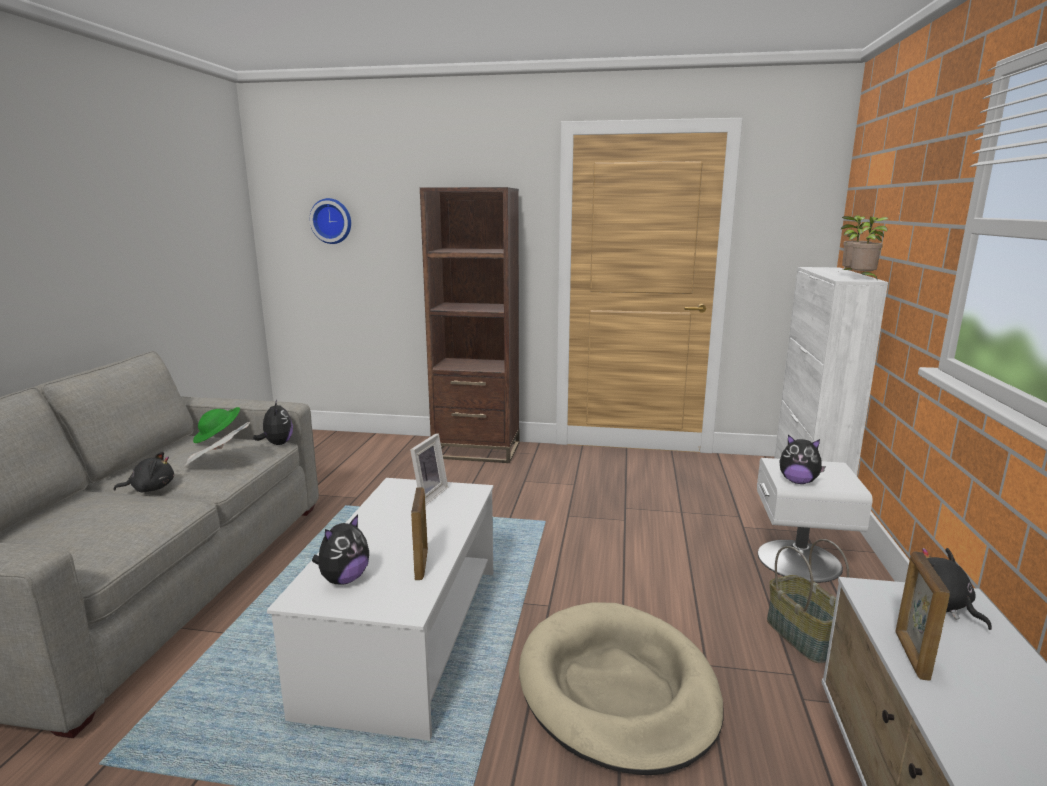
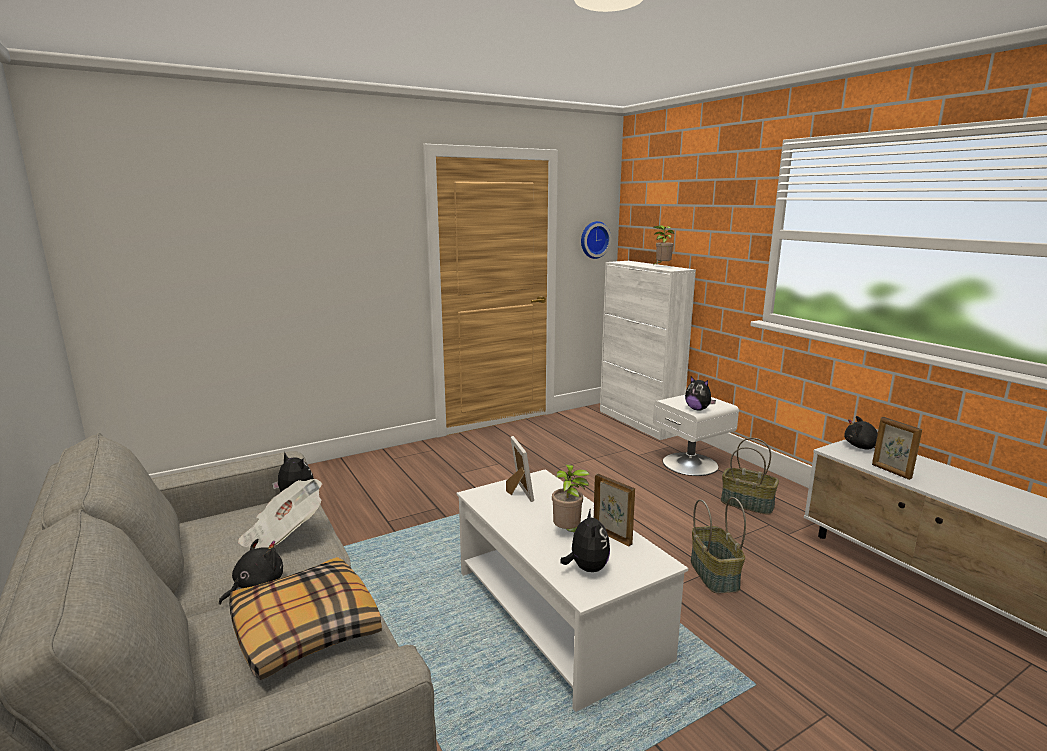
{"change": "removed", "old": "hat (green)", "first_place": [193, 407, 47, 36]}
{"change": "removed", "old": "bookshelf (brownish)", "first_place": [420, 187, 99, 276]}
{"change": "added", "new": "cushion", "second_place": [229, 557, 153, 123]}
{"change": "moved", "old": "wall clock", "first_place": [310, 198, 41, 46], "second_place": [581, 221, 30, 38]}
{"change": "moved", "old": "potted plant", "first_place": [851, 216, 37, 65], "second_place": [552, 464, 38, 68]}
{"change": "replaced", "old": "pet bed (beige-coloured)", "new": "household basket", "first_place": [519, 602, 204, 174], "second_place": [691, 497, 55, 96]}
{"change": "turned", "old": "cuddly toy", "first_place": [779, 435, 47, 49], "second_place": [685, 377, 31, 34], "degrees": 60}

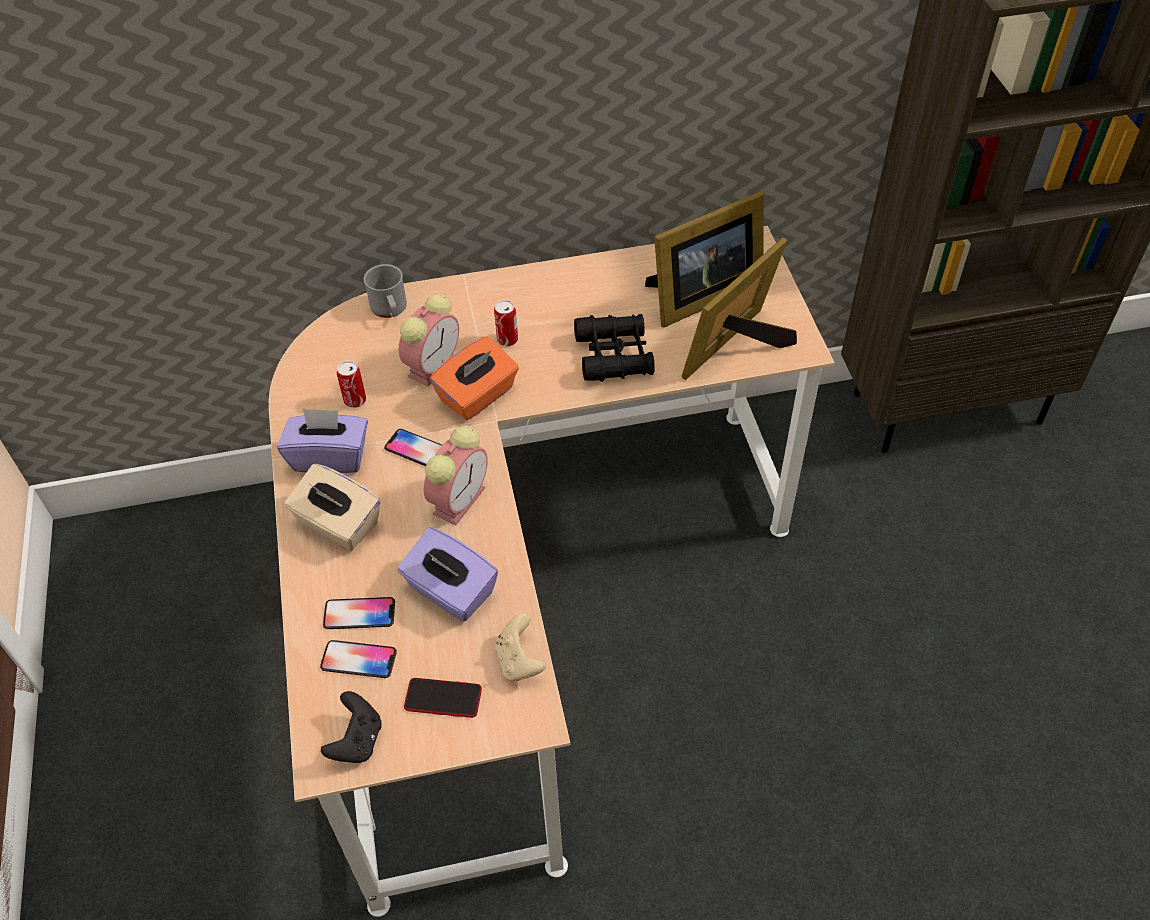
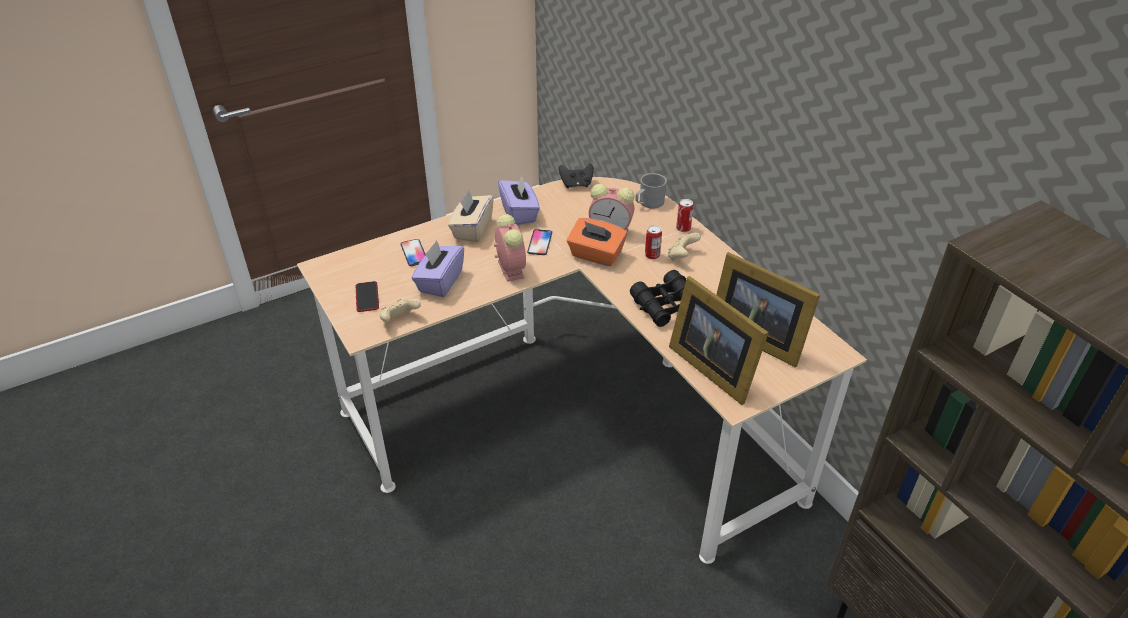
{"change": "removed", "old": "handset", "first_place": [320, 640, 77, 38]}
{"change": "added", "new": "joypad (beige-coloured)", "second_place": [668, 233, 33, 28]}
{"change": "moved", "old": "joypad (black-coloured)", "first_place": [321, 691, 61, 72], "second_place": [559, 163, 35, 25]}
{"change": "moved", "old": "sealed can", "first_place": [337, 360, 29, 48], "second_place": [676, 199, 17, 33]}
{"change": "turned", "old": "alarm clock", "first_place": [424, 426, 64, 99], "second_place": [494, 214, 32, 68], "degrees": -120}
{"change": "turned", "old": "picture frame", "first_place": [682, 238, 115, 142], "second_place": [669, 276, 100, 129], "degrees": -150}

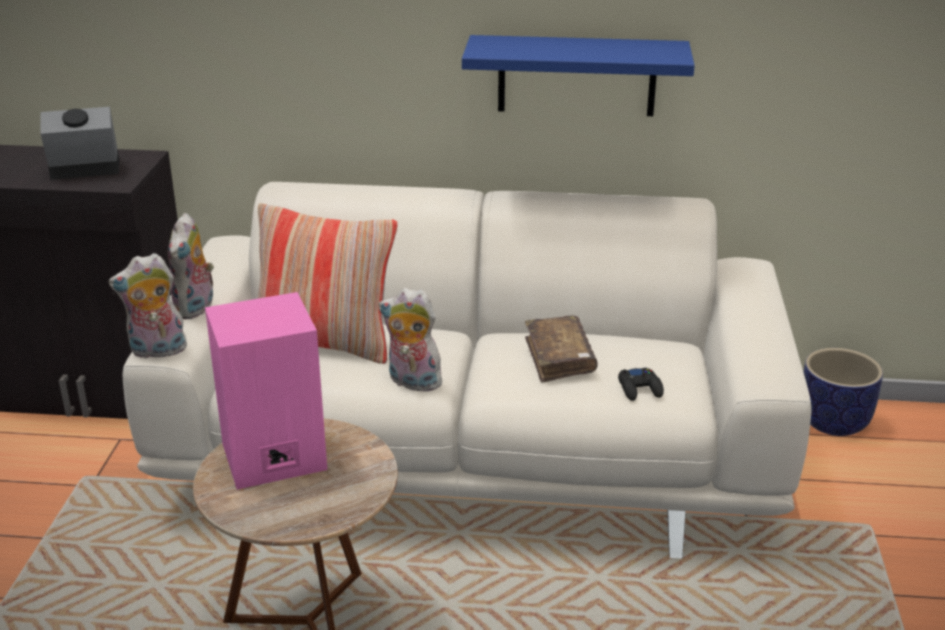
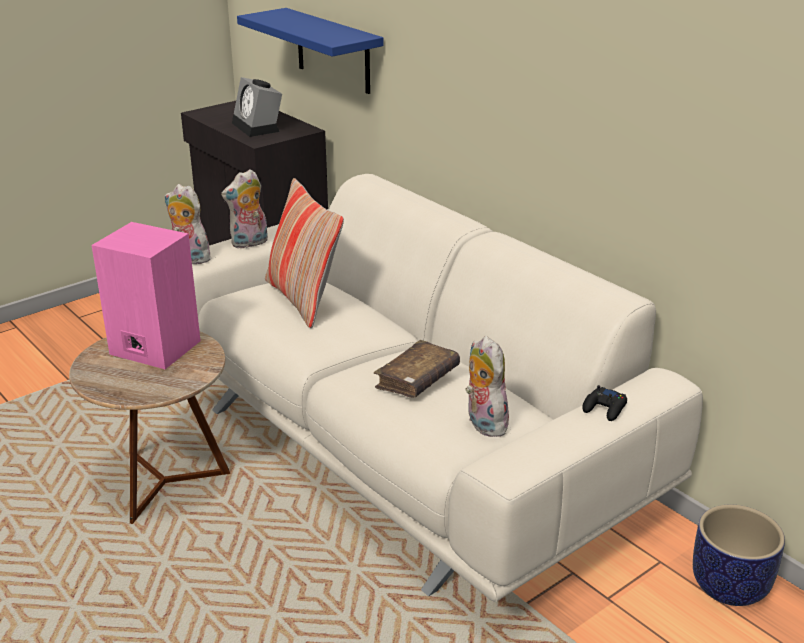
{"change": "moved", "old": "cuddly toy", "first_place": [379, 288, 63, 104], "second_place": [465, 336, 44, 101]}
{"change": "moved", "old": "shelf (bluish)", "first_place": [462, 35, 233, 81], "second_place": [237, 8, 147, 86]}
{"change": "moved", "old": "joypad (black-coloured)", "first_place": [618, 368, 46, 33], "second_place": [582, 385, 45, 36]}
{"change": "turned", "old": "alarm clock", "first_place": [40, 107, 79, 73], "second_place": [232, 77, 50, 60], "degrees": -150}

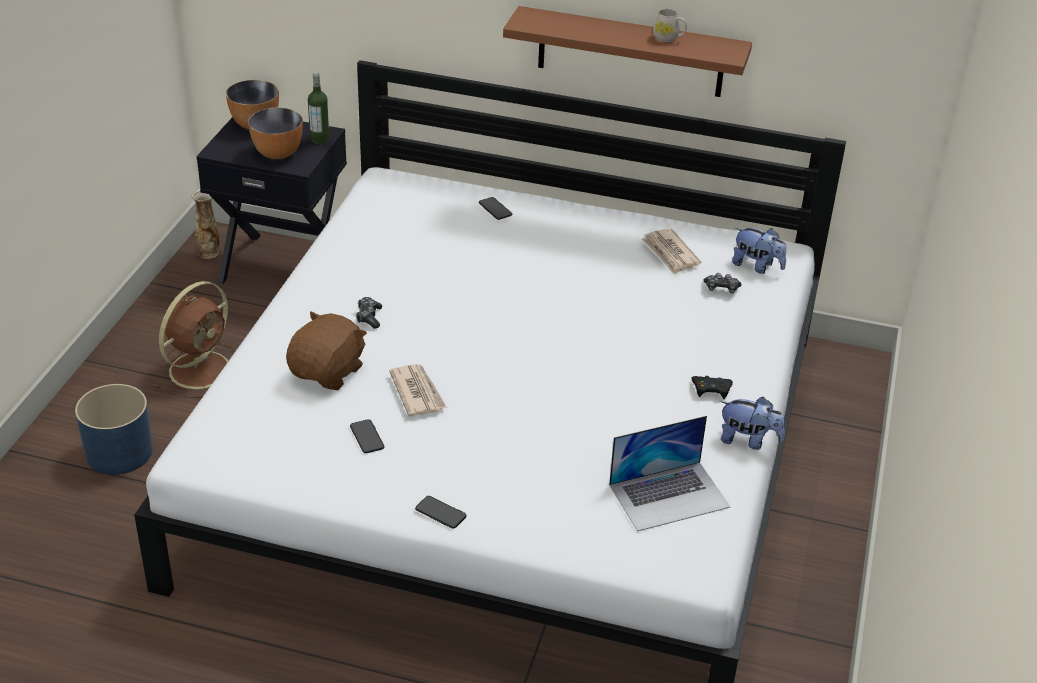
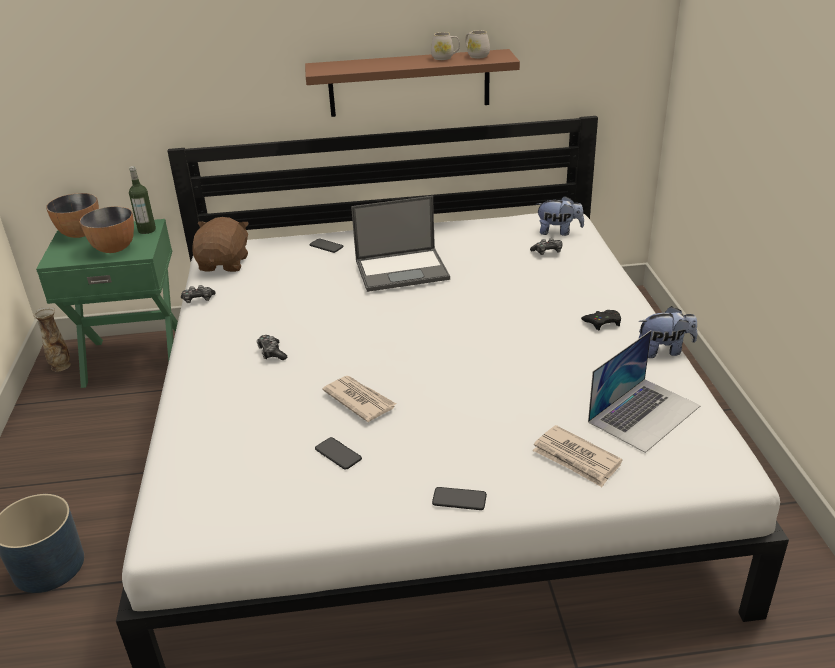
{"change": "removed", "old": "fan (brownish)", "first_place": [153, 281, 83, 117]}
{"change": "added", "new": "joypad", "second_place": [181, 285, 35, 18]}
{"change": "added", "new": "notebook computer", "second_place": [351, 196, 99, 96]}
{"change": "added", "new": "mug (white-coloured)", "second_place": [465, 30, 25, 28]}
{"change": "moved", "old": "cuddly toy (brownish)", "first_place": [286, 311, 81, 79], "second_place": [192, 217, 57, 55]}
{"change": "moved", "old": "newspaper", "first_place": [642, 228, 59, 46], "second_place": [532, 425, 91, 62]}
{"change": "recoloured", "old": "night table (black-coloured)", "new": "night table (green)", "first_place": [196, 117, 151, 168], "second_place": [36, 219, 142, 169]}

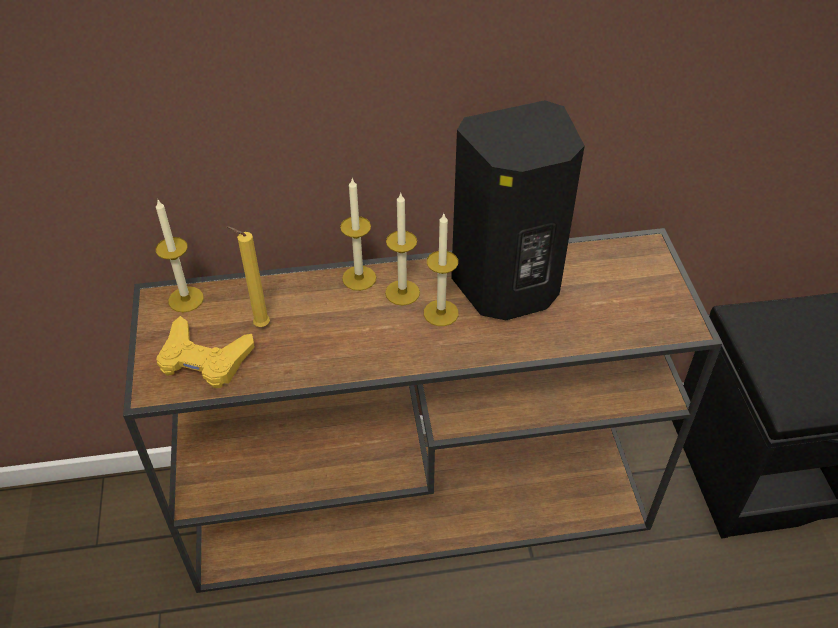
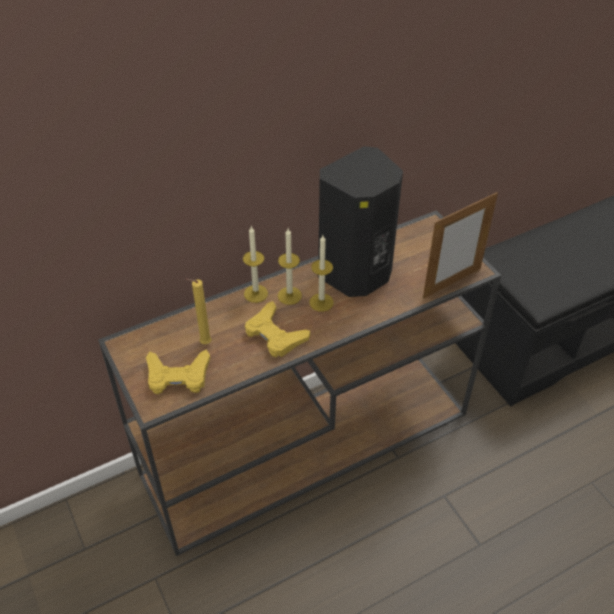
{"change": "removed", "old": "candle", "first_place": [156, 200, 48, 113]}
{"change": "added", "new": "joypad (yellowish)", "second_place": [245, 301, 65, 56]}
{"change": "added", "new": "picture frame", "second_place": [423, 192, 75, 107]}

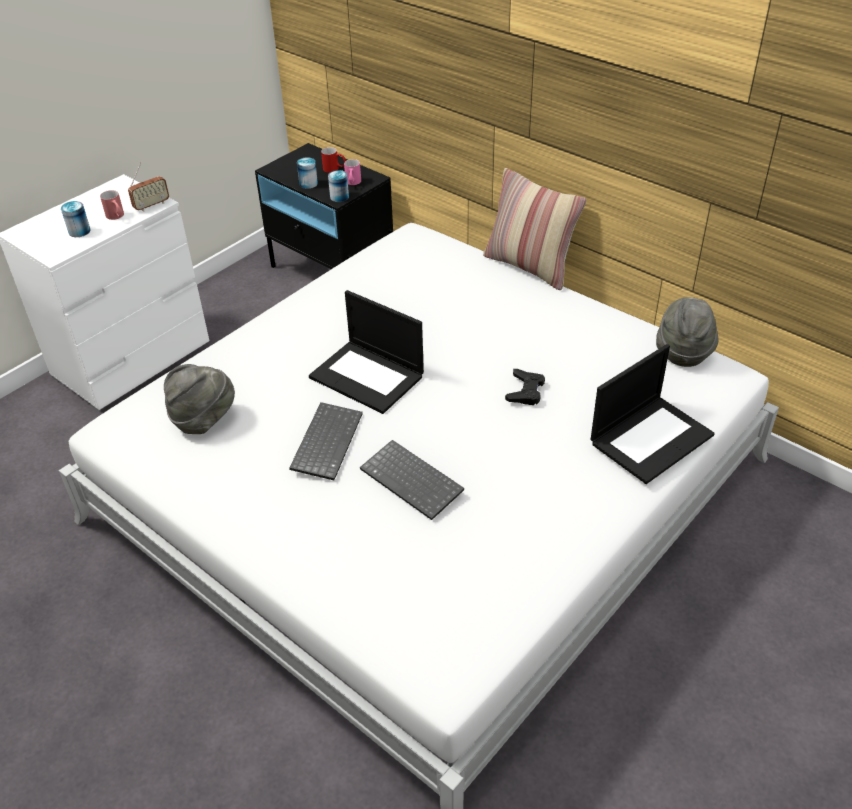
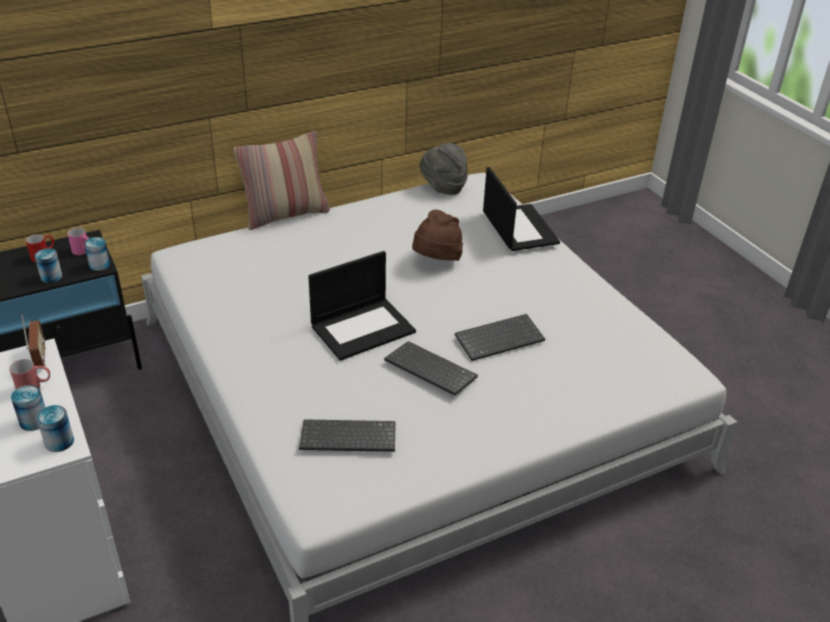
{"change": "added", "new": "sealed can", "second_place": [36, 405, 38, 47]}
{"change": "replaced", "old": "hat (greyish)", "new": "PC keyboard", "first_place": [164, 364, 71, 70], "second_place": [299, 419, 97, 33]}
{"change": "replaced", "old": "joypad (black-coloured)", "new": "hat (brownish)", "first_place": [505, 369, 40, 36], "second_place": [412, 209, 51, 52]}

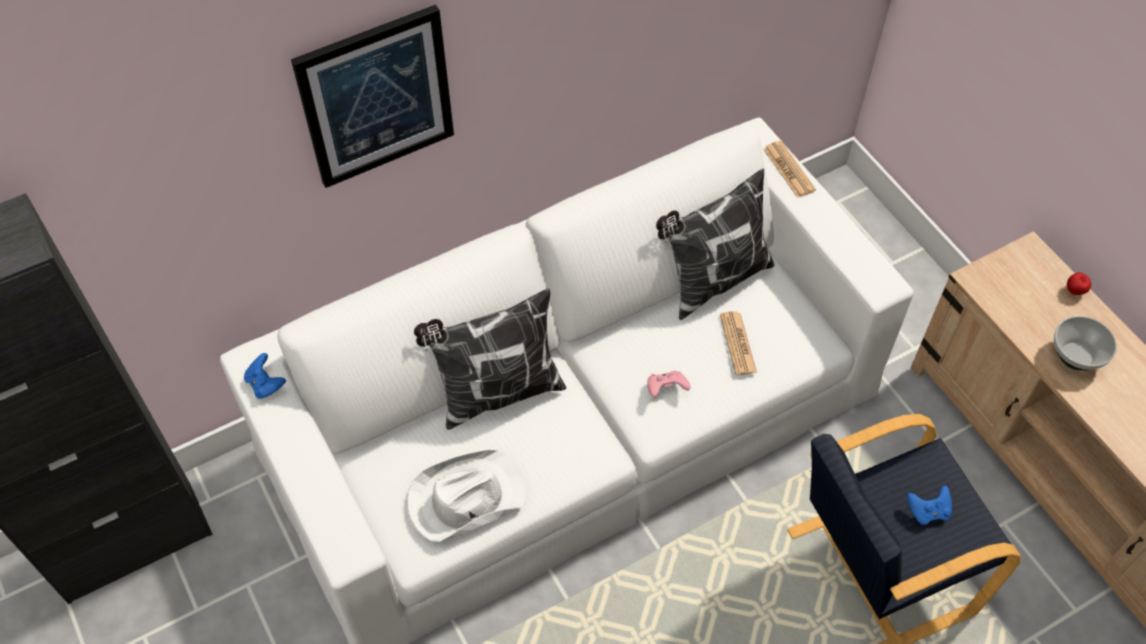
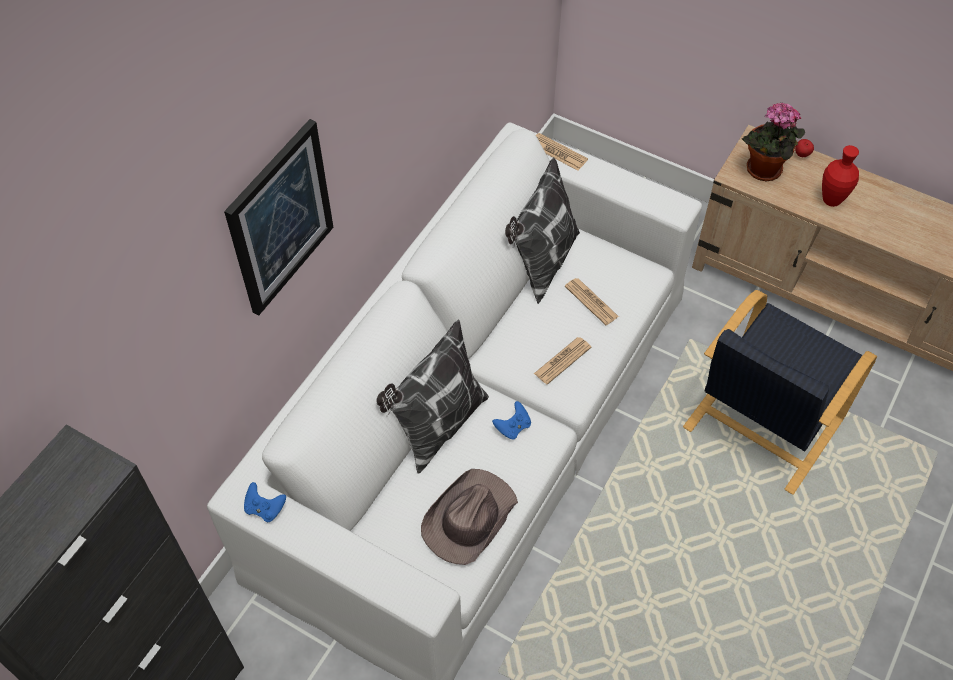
{"change": "added", "new": "potted plant", "second_place": [742, 103, 63, 78]}
{"change": "moved", "old": "joypad (bluish)", "first_place": [907, 485, 45, 40], "second_place": [492, 401, 39, 39]}
{"change": "replaced", "old": "joypad (pinkish)", "new": "newspaper", "first_place": [647, 371, 44, 27], "second_place": [534, 337, 57, 48]}
{"change": "replaced", "old": "bowl", "new": "decorative vase (red-coloured)", "first_place": [1054, 316, 63, 54], "second_place": [822, 145, 37, 62]}
{"change": "recoloured", "old": "hat (white-coloured)", "new": "hat (brownish)", "first_place": [407, 449, 119, 93], "second_place": [421, 469, 97, 96]}

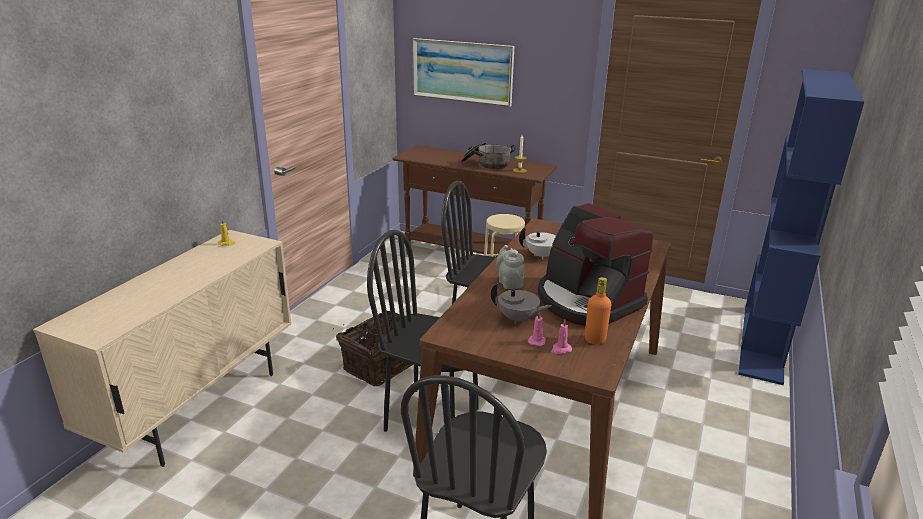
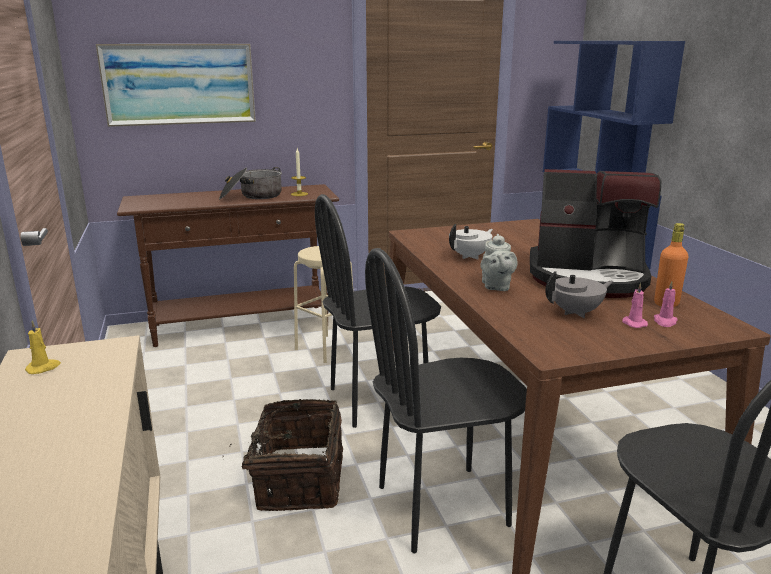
{"change": "turned", "old": "teapot (greyish)", "first_place": [496, 245, 28, 44], "second_place": [480, 234, 38, 57], "degrees": -120}

